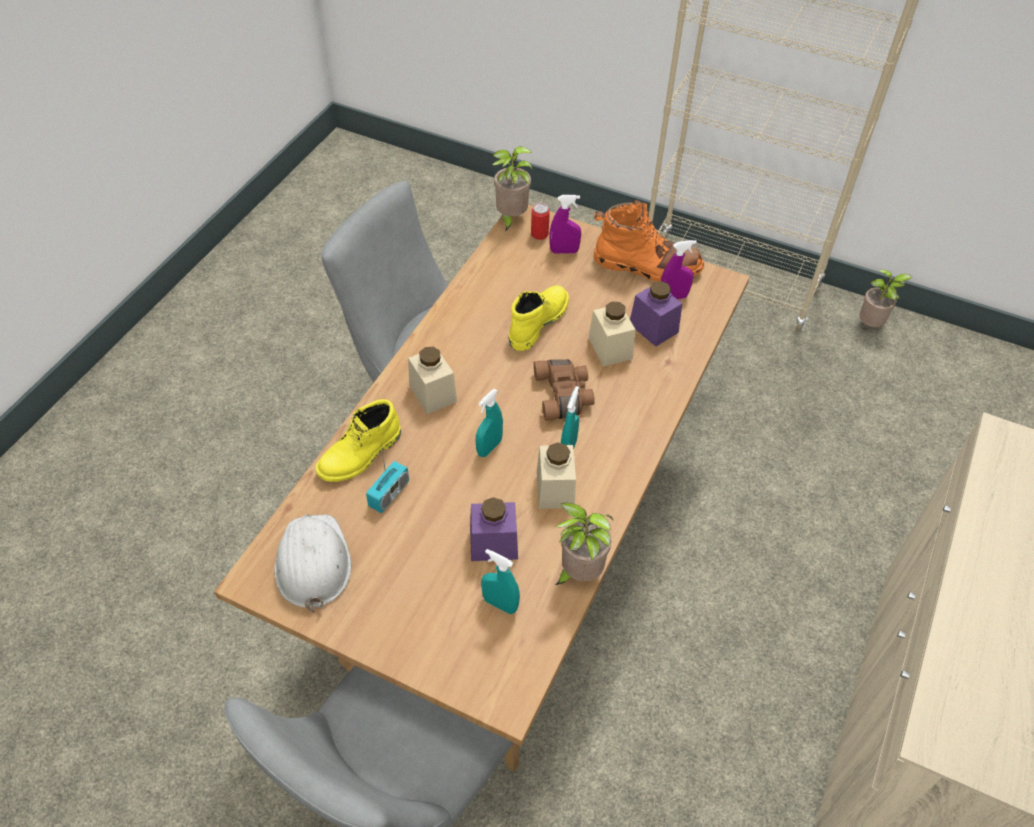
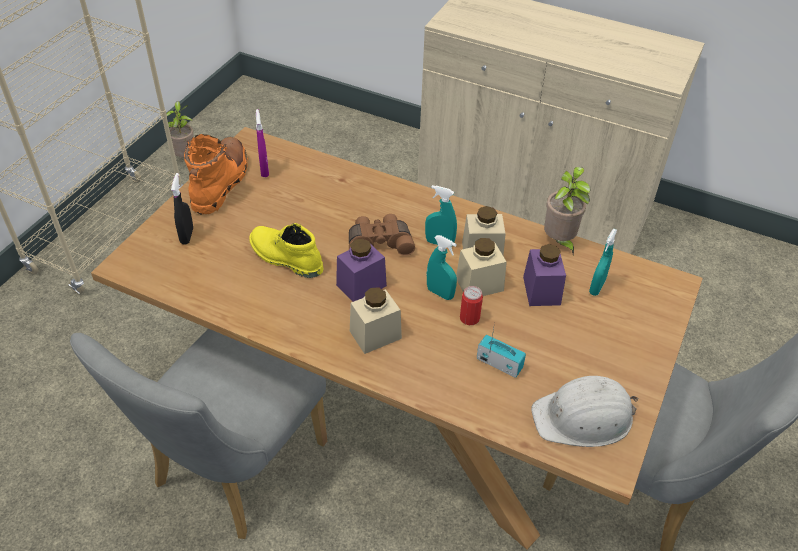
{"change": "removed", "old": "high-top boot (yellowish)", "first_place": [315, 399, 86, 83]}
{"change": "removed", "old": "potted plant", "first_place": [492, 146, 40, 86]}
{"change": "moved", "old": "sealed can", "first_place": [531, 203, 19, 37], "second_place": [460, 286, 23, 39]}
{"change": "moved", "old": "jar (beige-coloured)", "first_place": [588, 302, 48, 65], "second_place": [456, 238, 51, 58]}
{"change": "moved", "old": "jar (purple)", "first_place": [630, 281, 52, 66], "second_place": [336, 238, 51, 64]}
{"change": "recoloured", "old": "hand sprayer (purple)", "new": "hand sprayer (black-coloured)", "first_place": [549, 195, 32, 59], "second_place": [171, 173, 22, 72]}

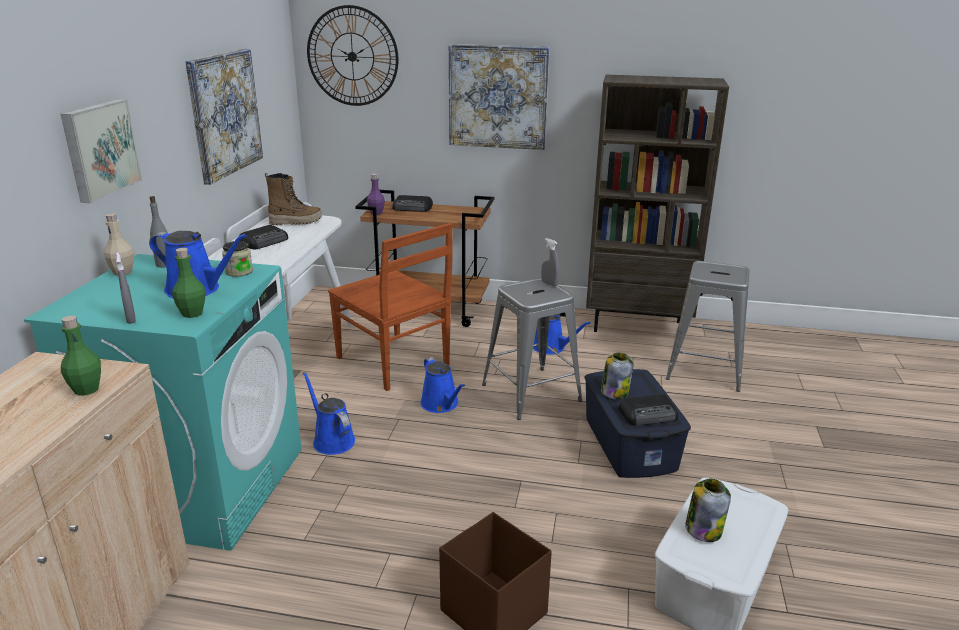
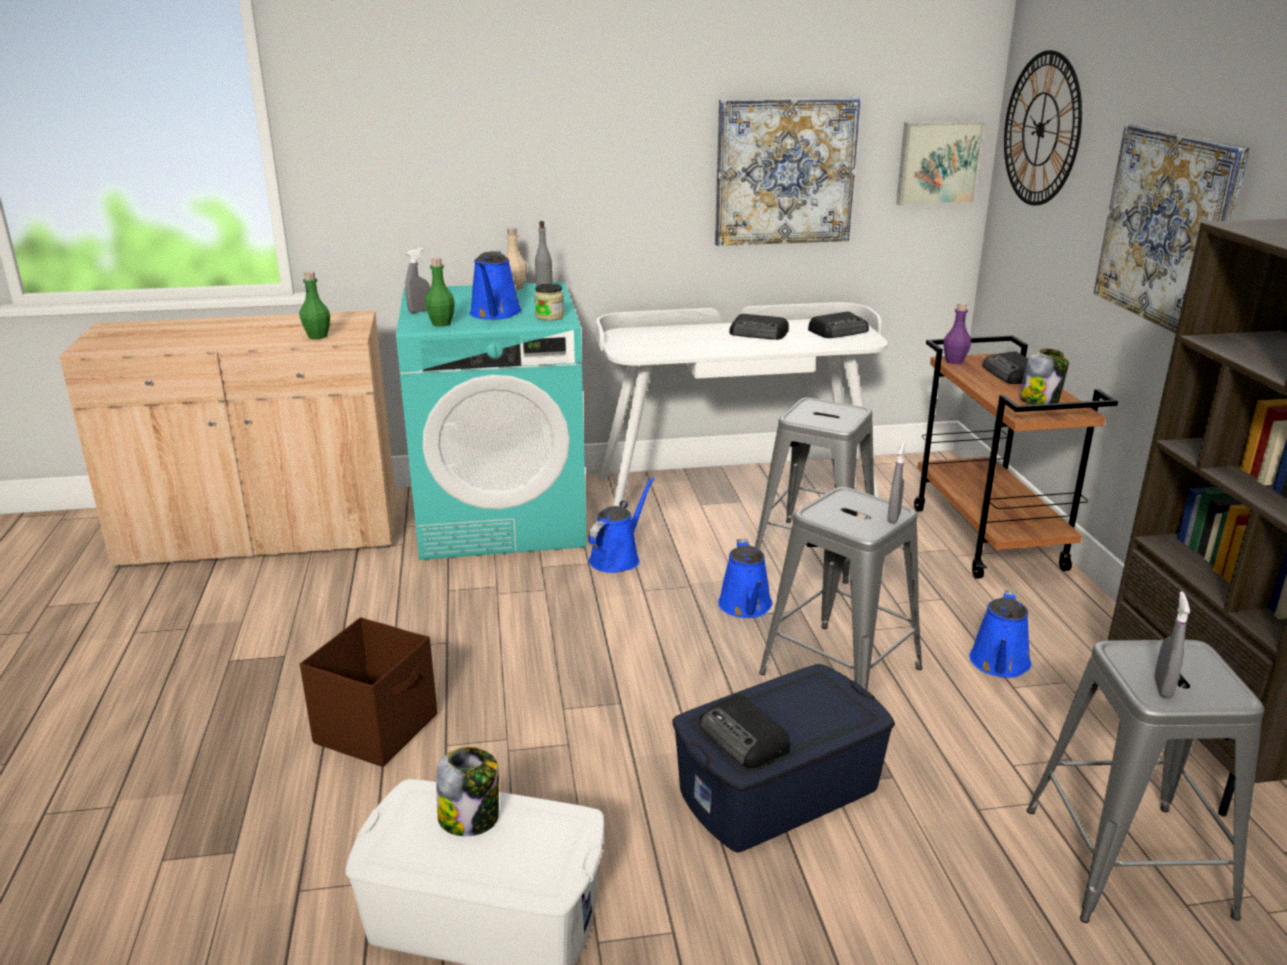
{"change": "added", "new": "hand sprayer (greyish)", "second_place": [1155, 591, 35, 107]}
{"change": "moved", "old": "wall art", "first_place": [61, 99, 81, 104], "second_place": [896, 121, 88, 85]}
{"change": "moved", "old": "jar", "first_place": [601, 353, 32, 46], "second_place": [1019, 349, 50, 56]}
{"change": "replaced", "old": "high-top boot", "new": "radio set", "first_place": [265, 173, 57, 52], "second_place": [808, 311, 61, 27]}
{"change": "replaced", "old": "plain chair (brownish)", "new": "sitting stool (greyish)", "first_place": [328, 223, 125, 168], "second_place": [755, 398, 119, 186]}
{"change": "turned", "old": "watering pot (bluish)", "first_place": [420, 357, 45, 56], "second_place": [718, 538, 55, 80], "degrees": -45}

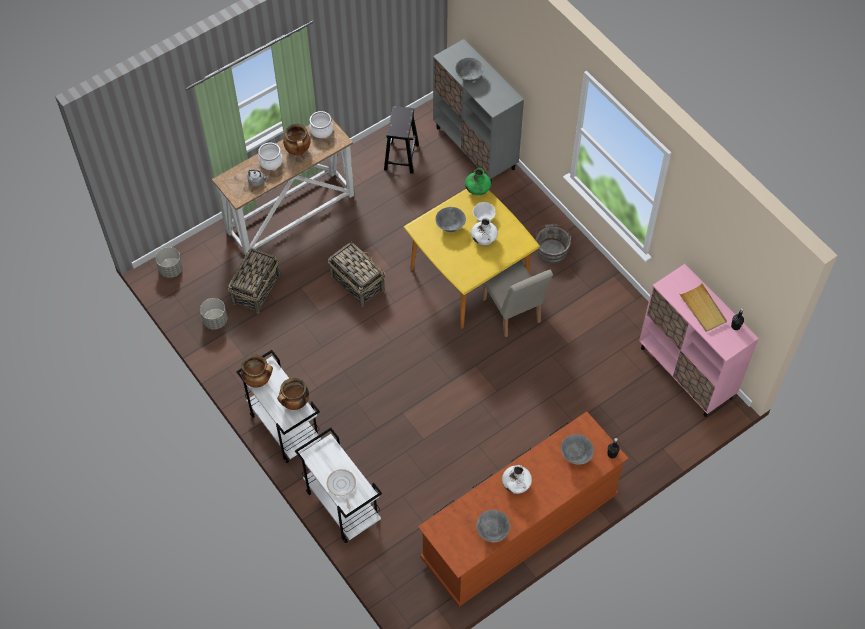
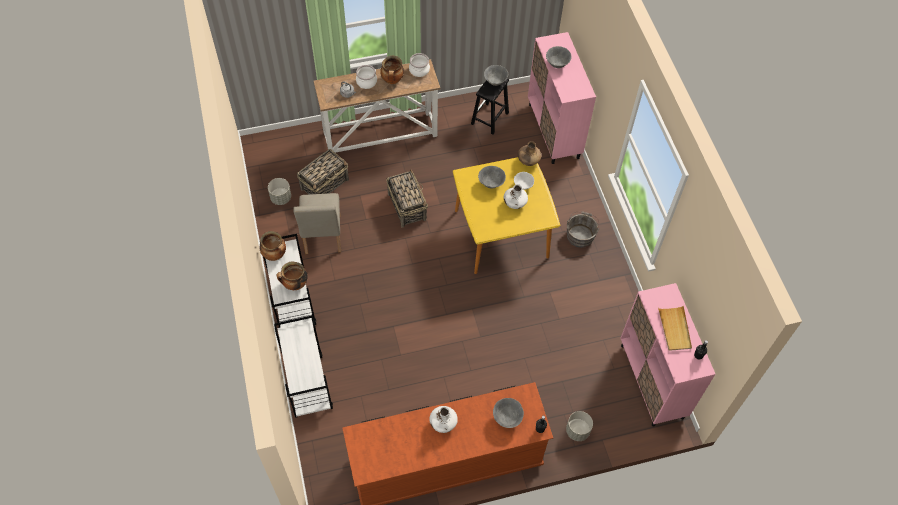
{"change": "removed", "old": "skillet", "first_place": [327, 469, 29, 40]}
{"change": "moved", "old": "planter (greyish)", "first_place": [155, 247, 28, 31], "second_place": [566, 411, 27, 30]}
{"change": "moved", "old": "bowl (greyish)", "first_place": [476, 510, 34, 32], "second_place": [484, 65, 24, 21]}
{"change": "moved", "old": "plain chair (beige-coloured)", "first_place": [482, 260, 71, 77], "second_place": [293, 193, 48, 61]}
{"change": "recoloured", "old": "cupboard (greyish)", "new": "cupboard (pinkish)", "first_place": [433, 39, 91, 143], "second_place": [528, 32, 68, 132]}
{"change": "recoloured", "old": "decorative vase (green)", "new": "decorative vase (brownish)", "first_place": [465, 168, 26, 27], "second_place": [518, 141, 23, 25]}

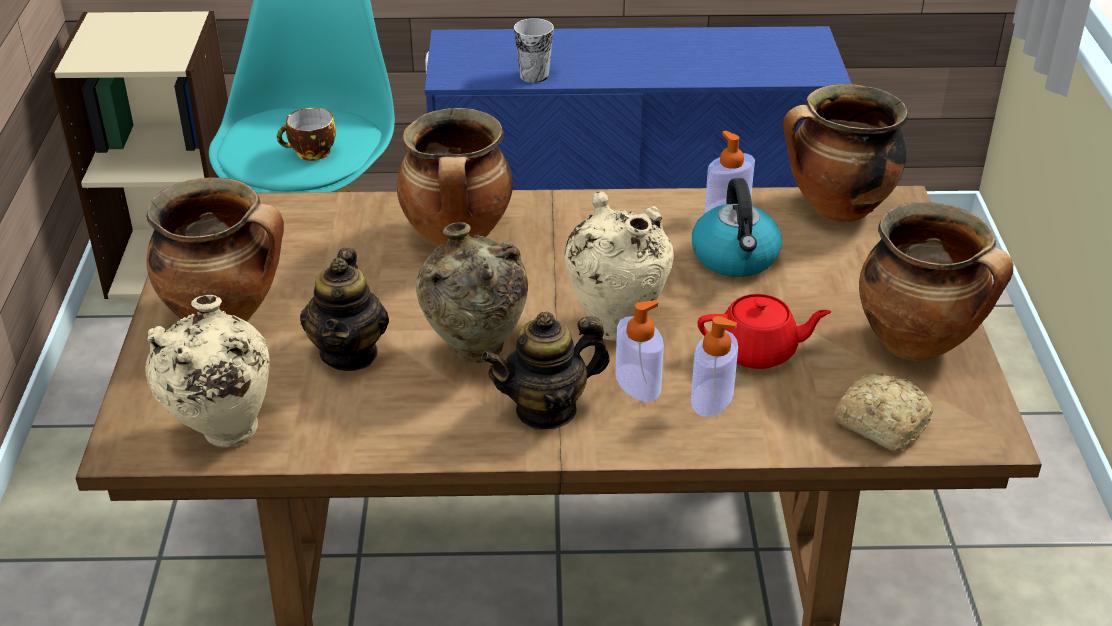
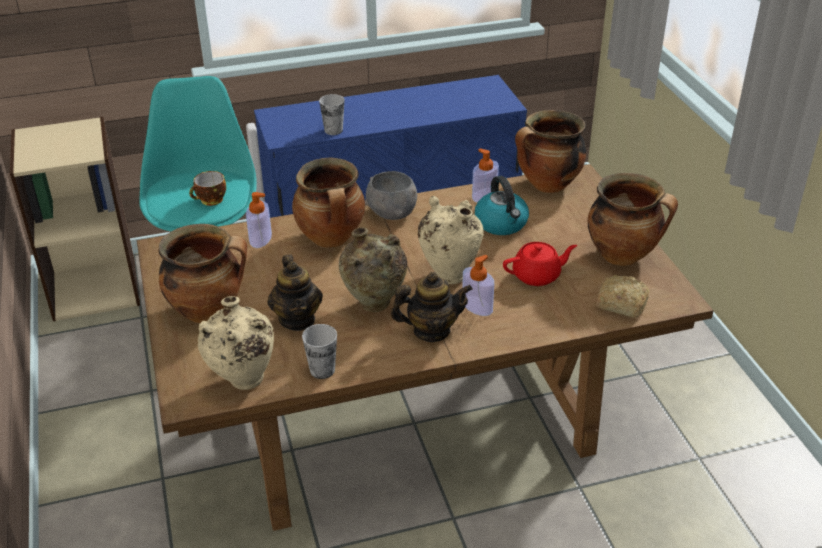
{"change": "added", "new": "cup", "second_place": [302, 324, 35, 55]}
{"change": "added", "new": "bowl (greyish)", "second_place": [365, 171, 52, 49]}
{"change": "moved", "old": "liquid soap bottle", "first_place": [691, 316, 47, 101], "second_place": [246, 192, 26, 56]}
{"change": "turned", "old": "teapot", "first_place": [481, 312, 129, 118], "second_place": [391, 272, 82, 70], "degrees": -150}

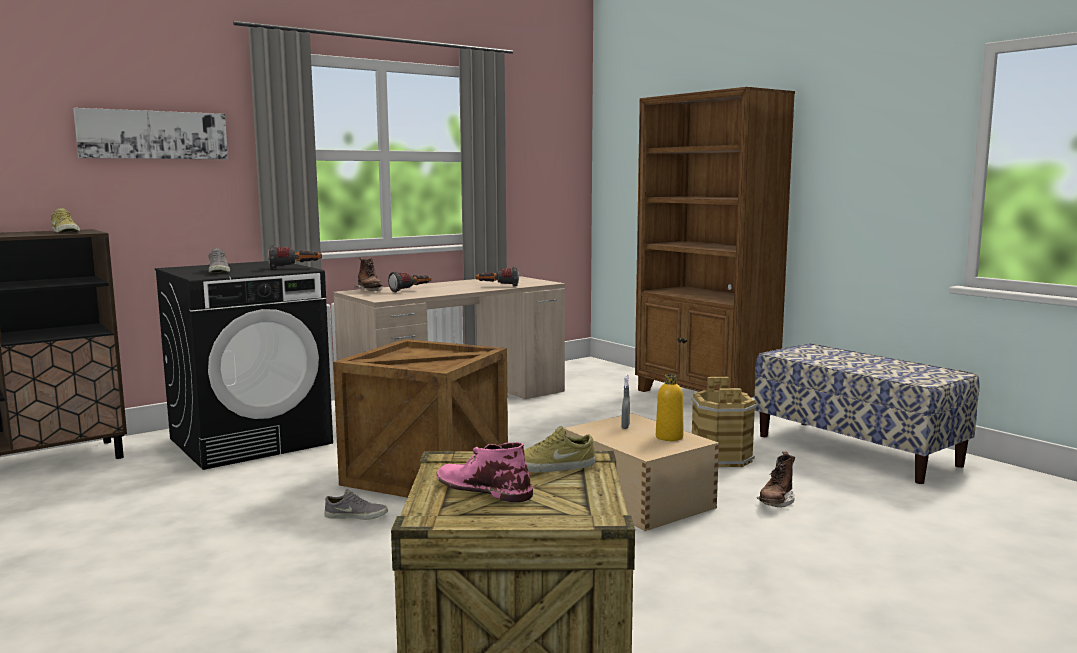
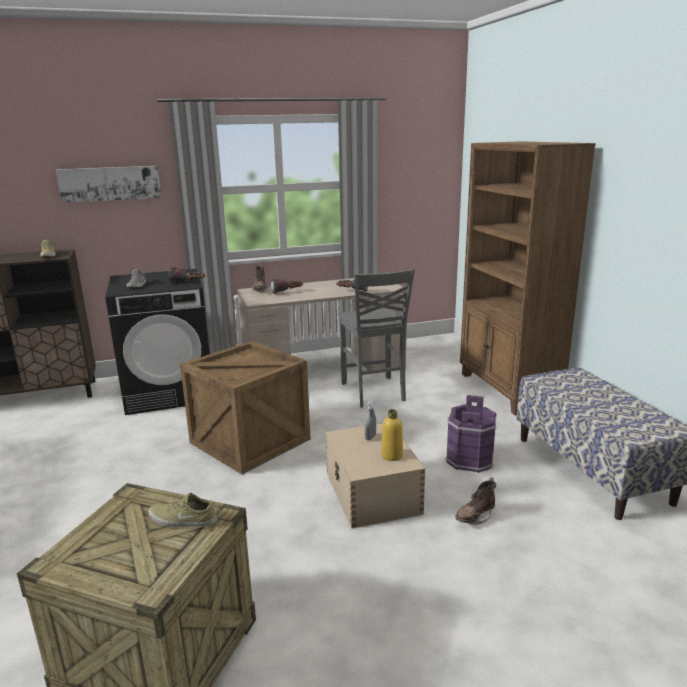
{"change": "removed", "old": "shoe (greyish)", "first_place": [324, 489, 64, 31]}
{"change": "removed", "old": "high-top boot (pinkish)", "first_place": [437, 442, 96, 60]}
{"change": "added", "new": "plain chair (greyish)", "second_place": [338, 269, 77, 138]}
{"change": "recoloured", "old": "pail (brownish)", "new": "pail (purple)", "first_place": [692, 377, 65, 90], "second_place": [445, 395, 52, 78]}

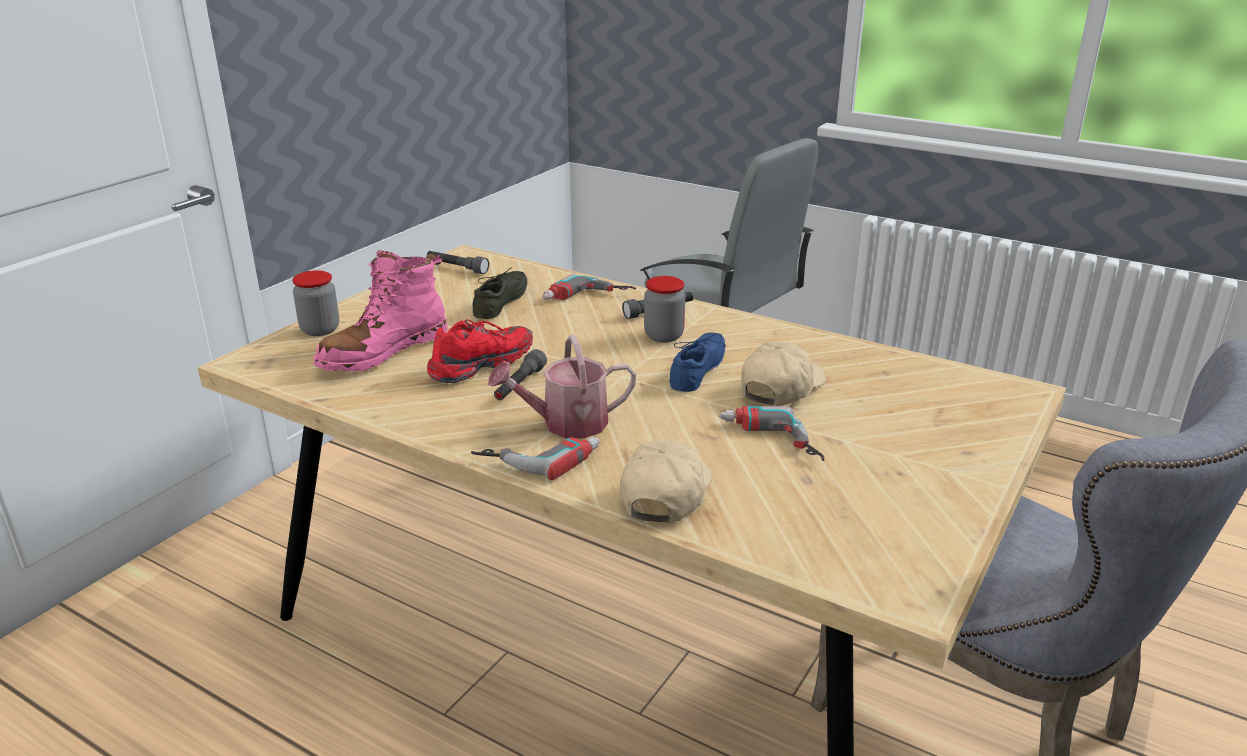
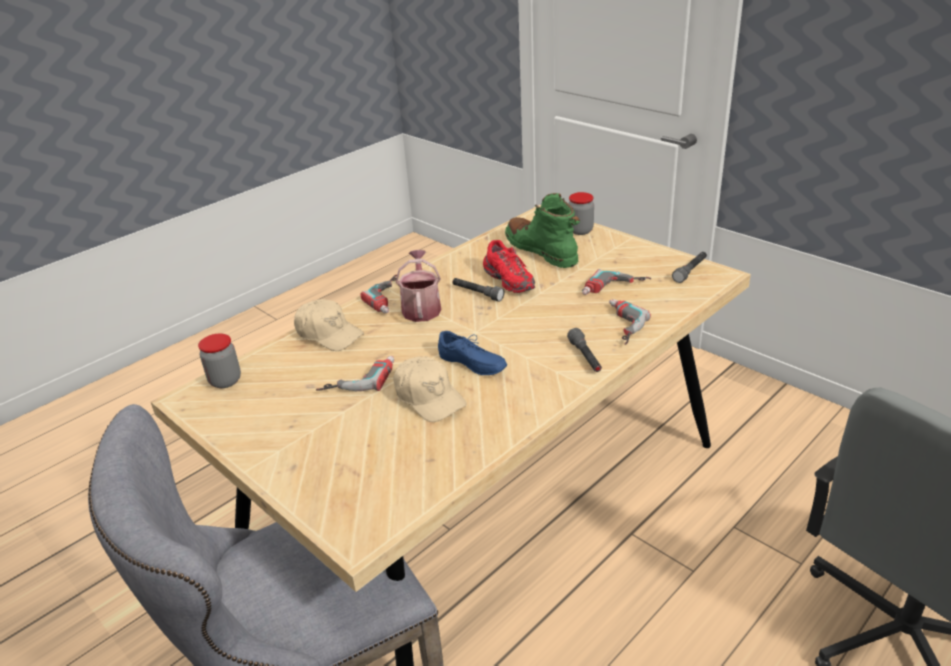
{"change": "moved", "old": "jar", "first_place": [644, 276, 41, 67], "second_place": [198, 334, 43, 54]}
{"change": "replaced", "old": "shoe (greyish)", "new": "electric drill", "first_place": [473, 267, 54, 52], "second_place": [582, 269, 70, 26]}
{"change": "recoloured", "old": "high-top boot (pinkish)", "new": "high-top boot (green)", "first_place": [314, 250, 134, 122], "second_place": [505, 193, 75, 75]}

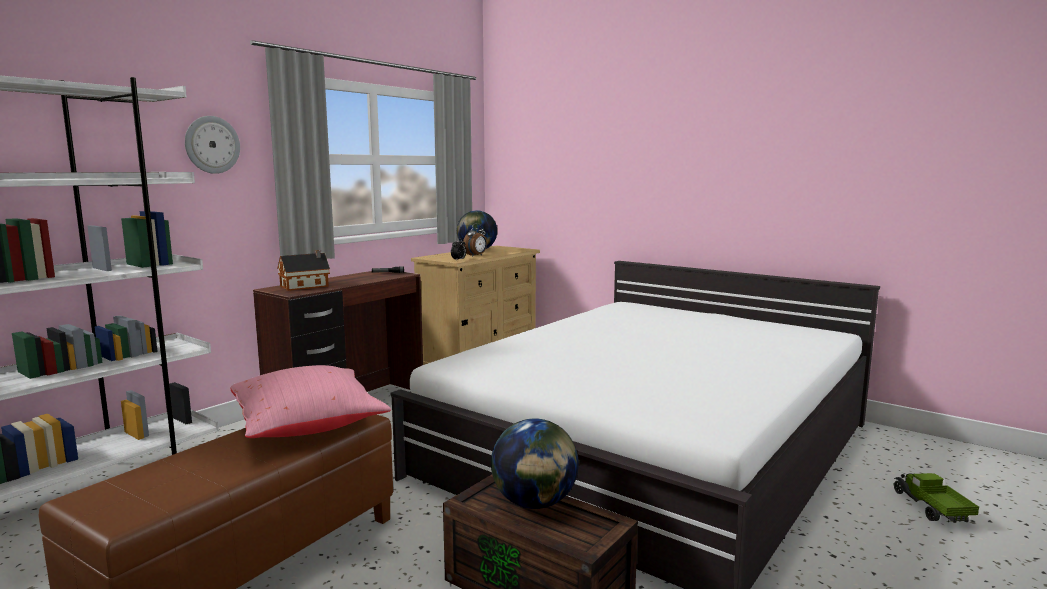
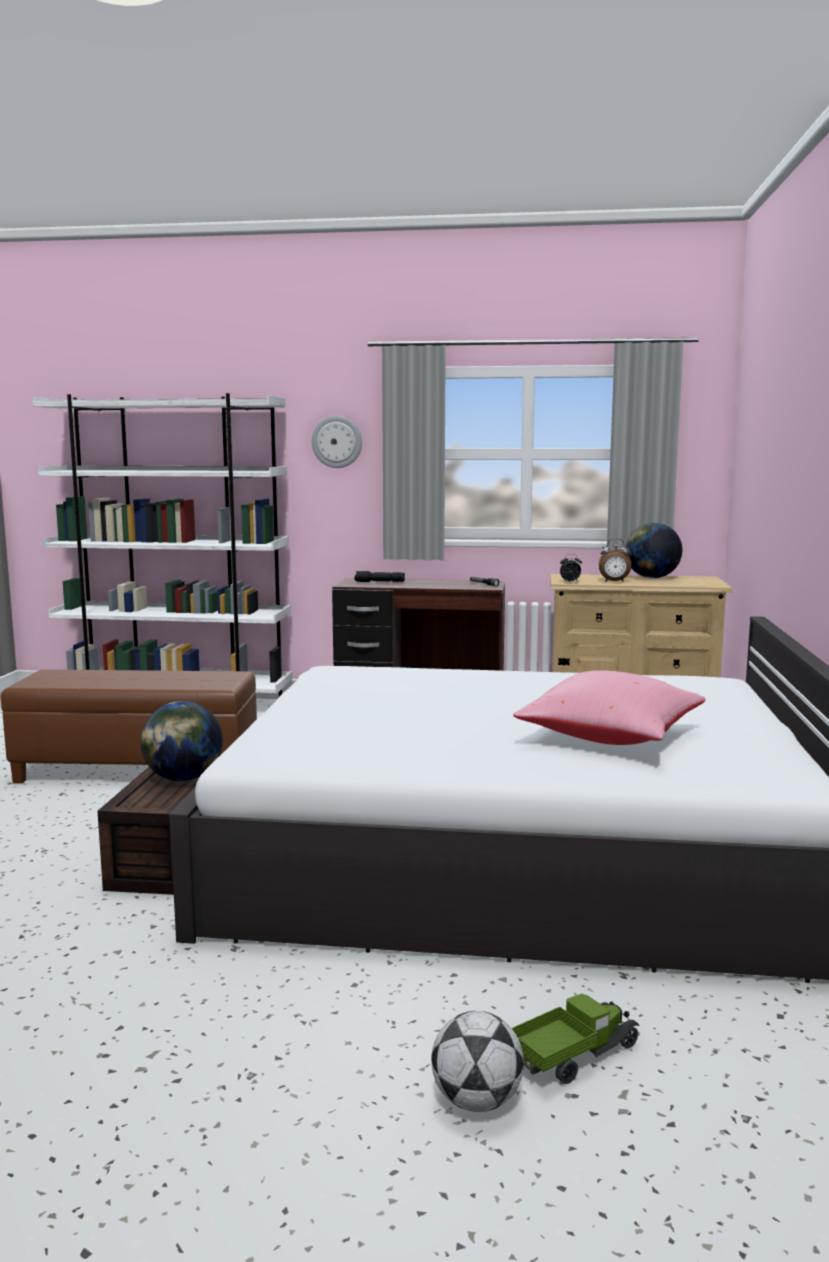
{"change": "added", "new": "football", "second_place": [431, 1011, 93, 101]}
{"change": "moved", "old": "cushion (pinkish)", "first_place": [230, 365, 161, 73], "second_place": [513, 670, 193, 75]}
{"change": "replaced", "old": "model house", "new": "torch (black-coloured)", "first_place": [277, 250, 53, 41], "second_place": [354, 571, 51, 11]}

